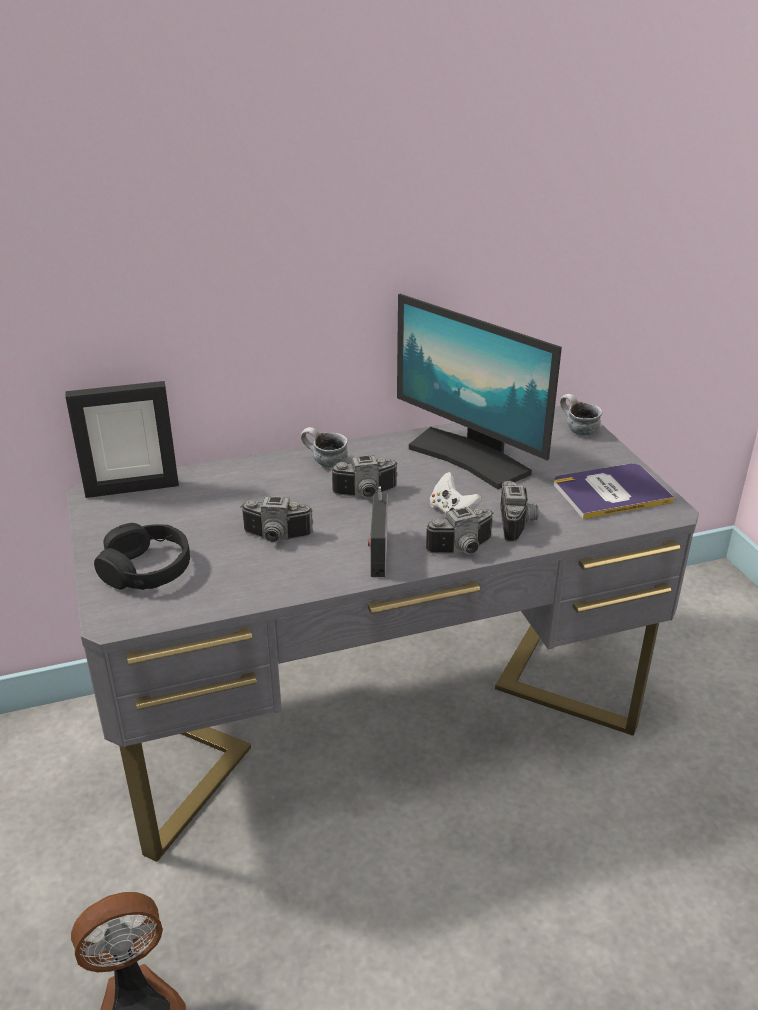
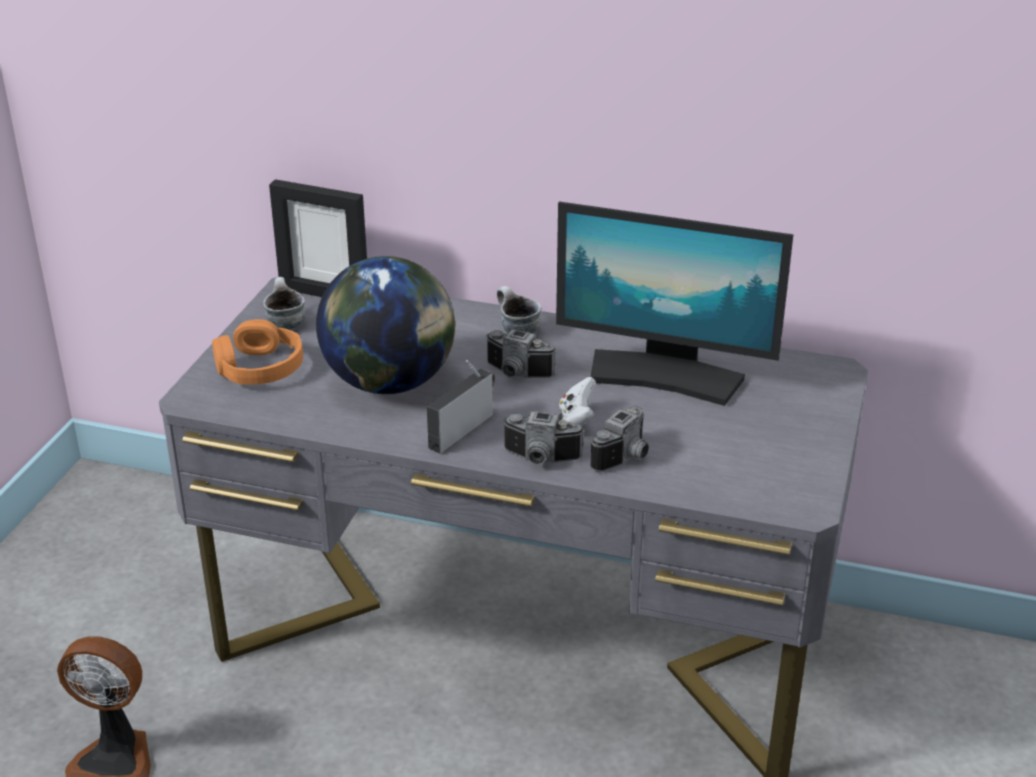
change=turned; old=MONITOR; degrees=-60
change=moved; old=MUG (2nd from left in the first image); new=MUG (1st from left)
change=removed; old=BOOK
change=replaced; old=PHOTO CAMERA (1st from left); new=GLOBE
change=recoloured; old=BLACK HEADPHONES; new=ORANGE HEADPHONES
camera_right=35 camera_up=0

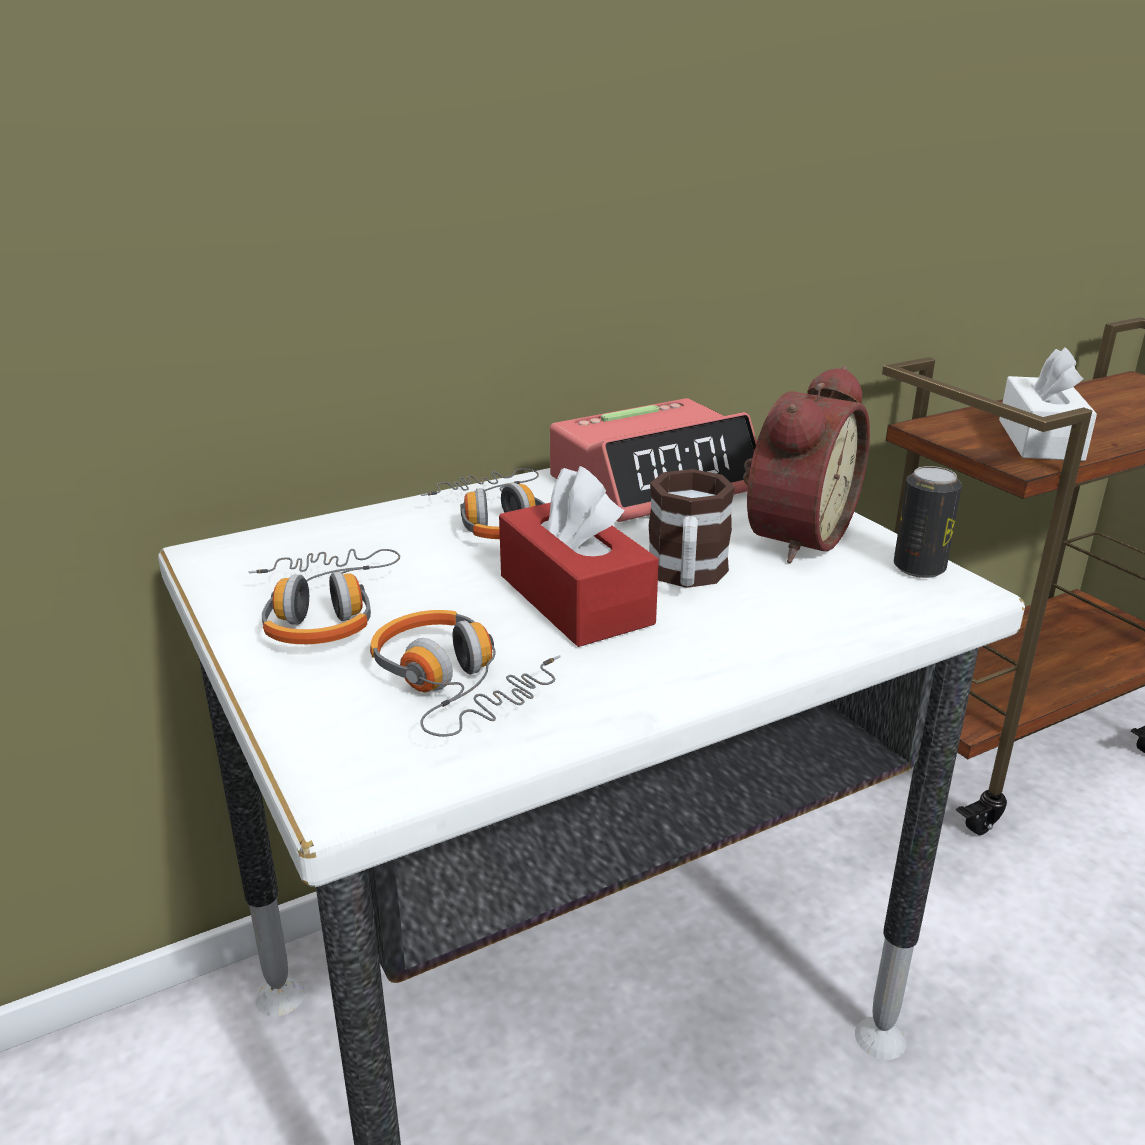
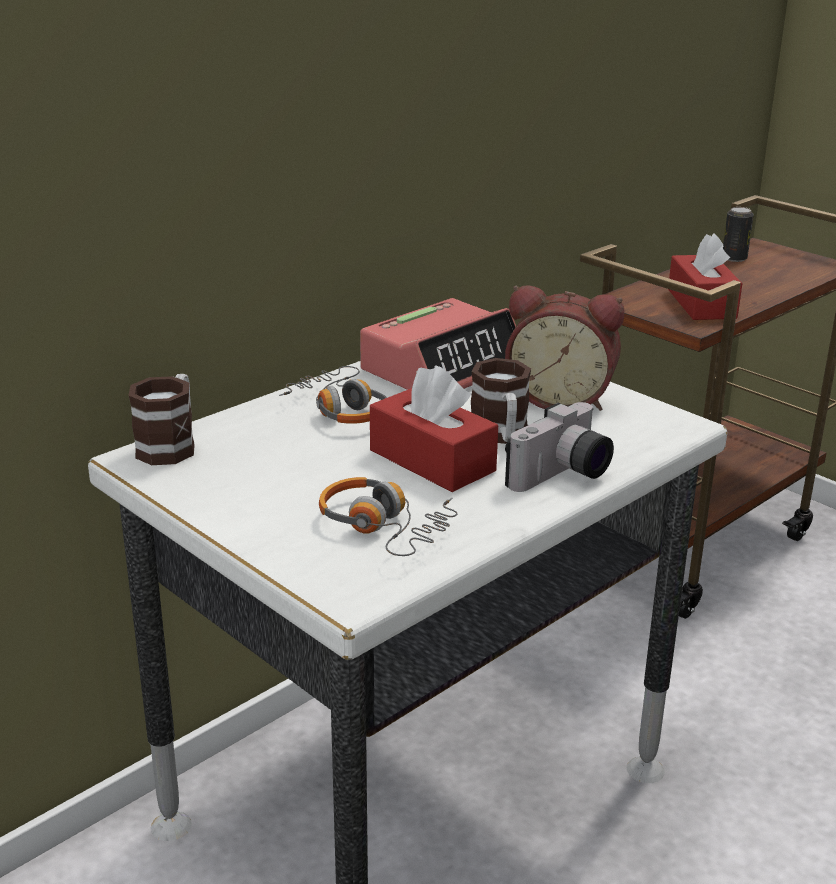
change=recoloured; old=WHITE TISSUE BOX; new=RED TISSUE BOX (2nd from left)
change=turned; old=ALARM CLOCK (2nd from left); degrees=90
change=moved; old=CAN
change=removed; old=HEADPHONES (1st from left)
change=added; new=MUG (1st from left)
change=added; new=PHOTO CAMERA
camera_right=-15 camera_up=0

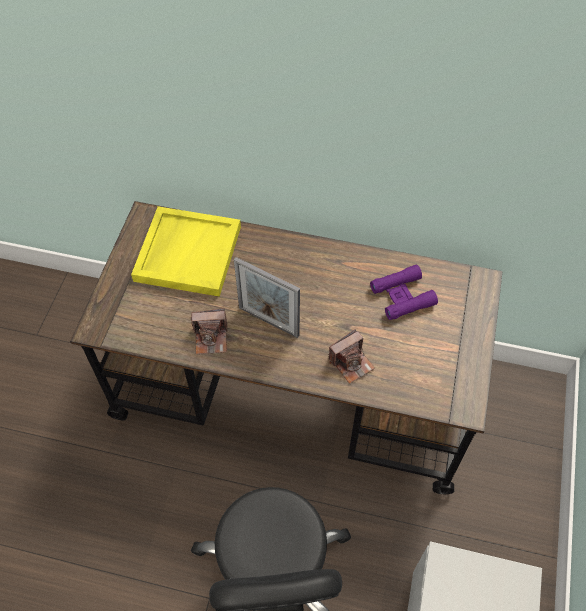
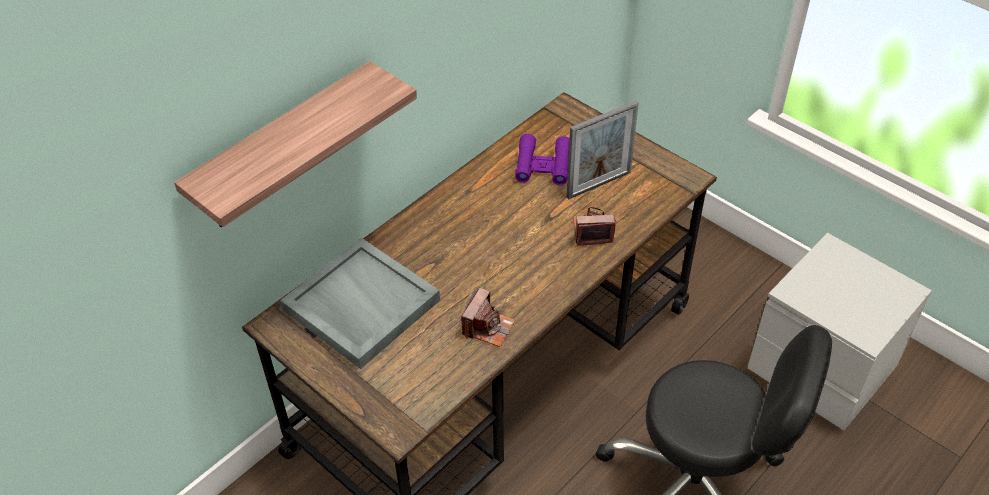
change=recoloured; old=YELLOW TRAY; new=GREY TRAY
change=moved; old=PICTURE FRAME
change=turned; old=PHOTO CAMERA (2nd from left); degrees=-90
change=added; new=SHELF
camera_right=-60 camera_up=-10

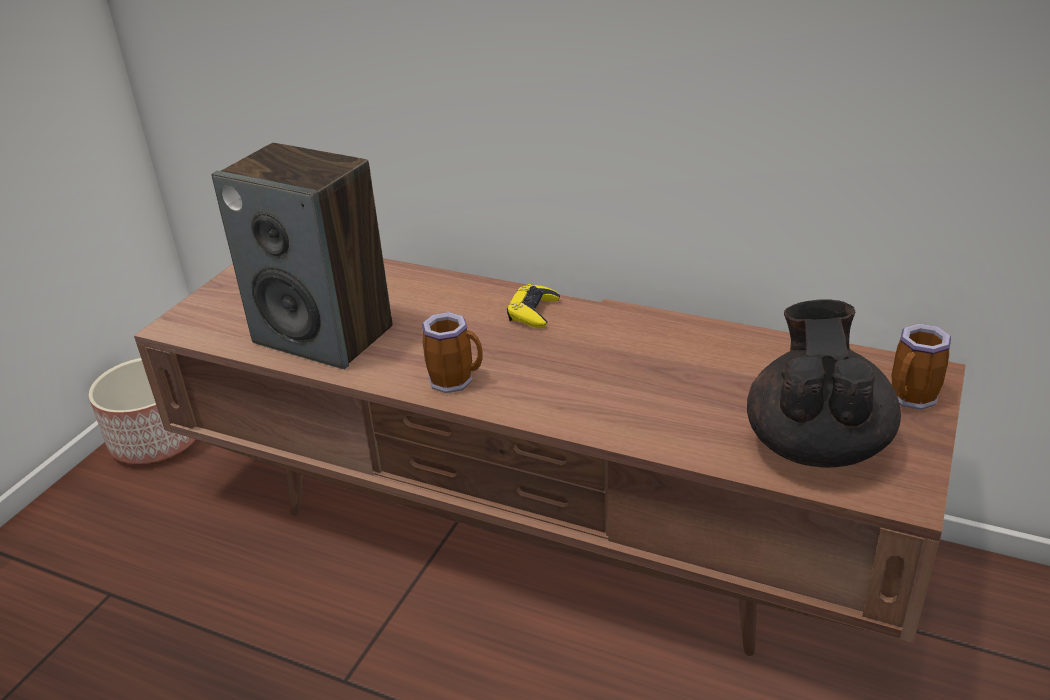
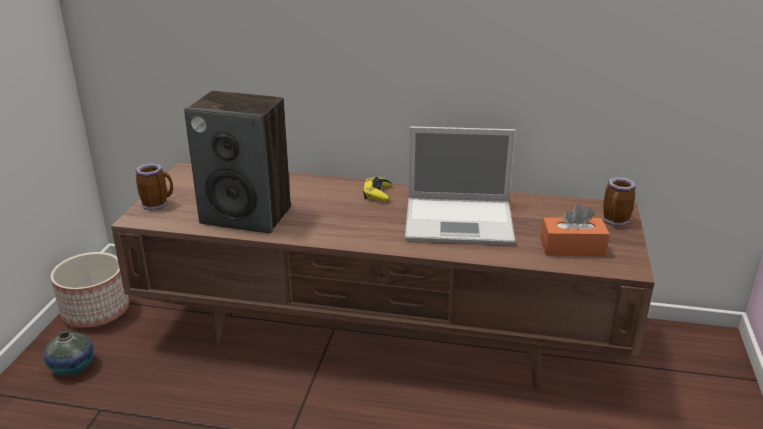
change=replaced; old=BLACK TEAPOT; new=ORANGE TISSUE BOX
change=moved; old=MUG (1st from left)
change=added; new=LAPTOP
change=added; new=VASE
camera_right=-15 camera_up=-5

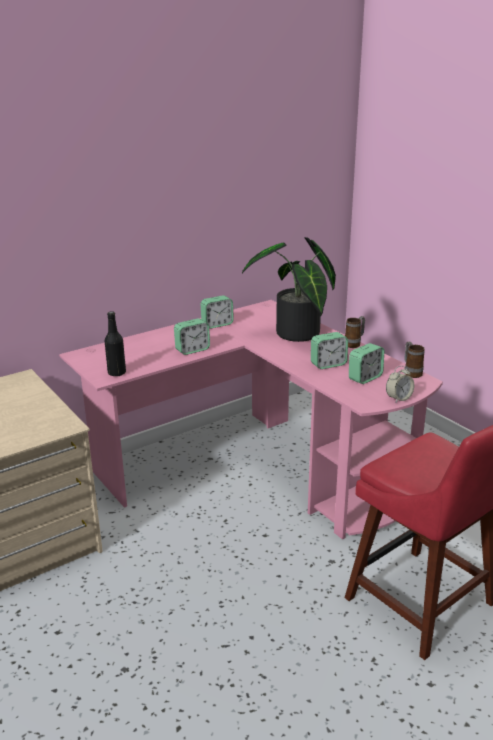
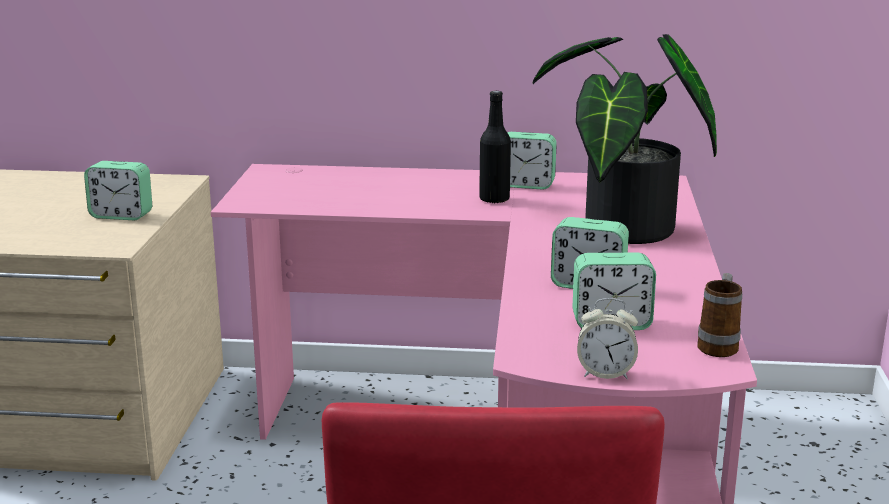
change=moved; old=BLACK BOTTLE
change=removed; old=MUG (1st from left)
change=moved; old=ALARM CLOCK (1st from left)
camera_right=40 camera_up=-5

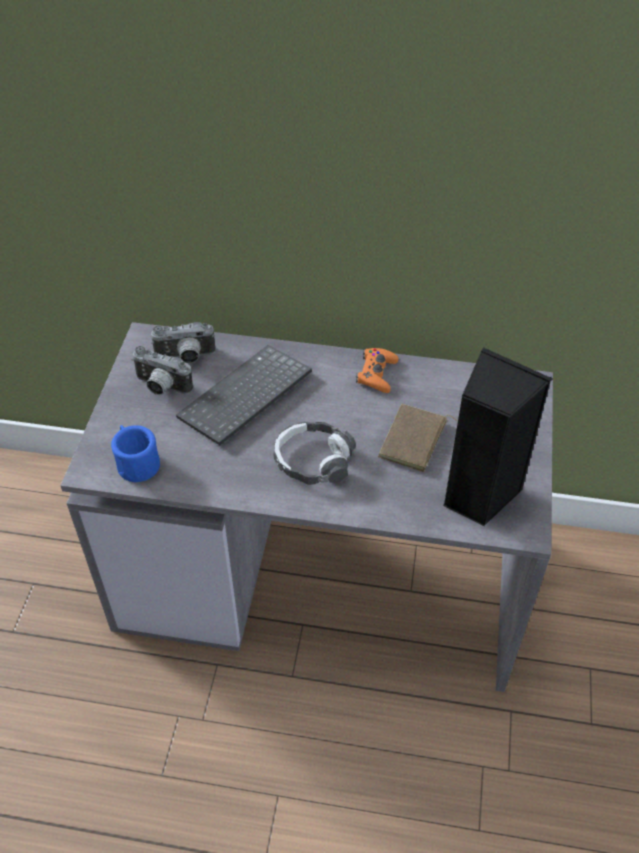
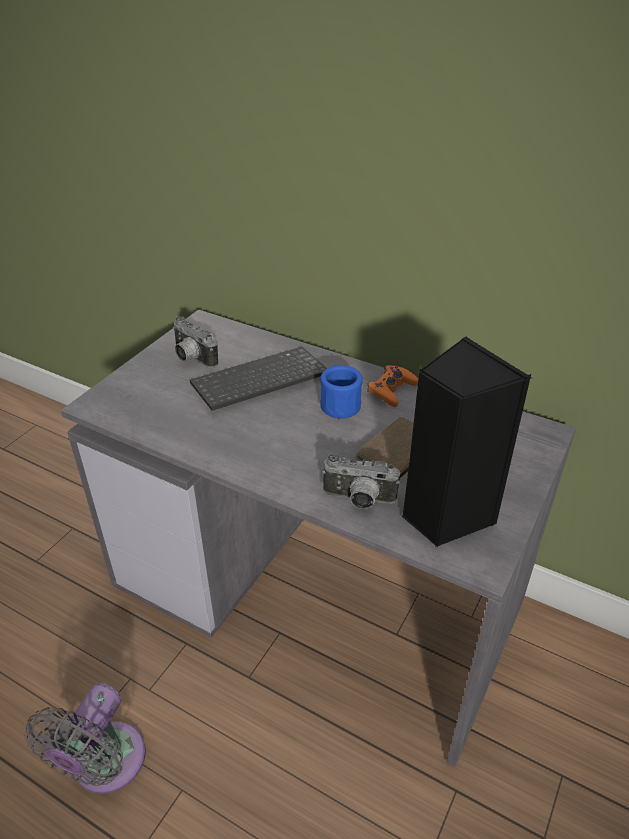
change=moved; old=PHOTO CAMERA (2nd from left)
change=removed; old=HEADPHONES
change=moved; old=BLUE MUG
change=added; new=GREY FAN
camera_right=20 camera_up=-10

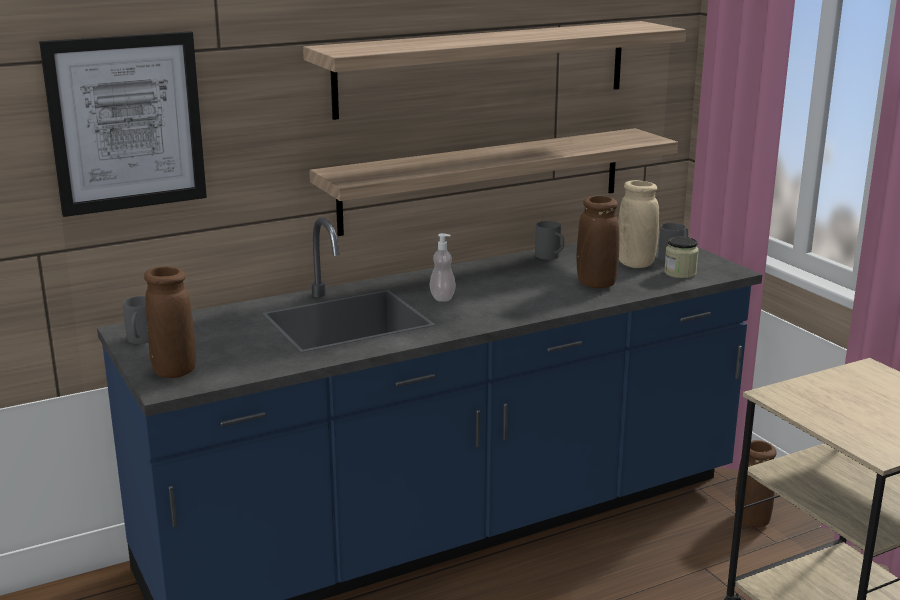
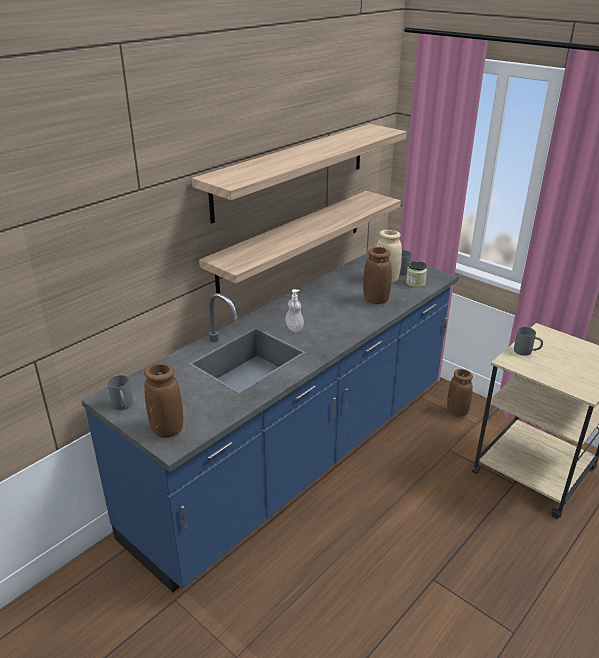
change=removed; old=PICTURE
change=moved; old=GREY MUG (2nd from left in the first image); new=GREY MUG (3rd from left)
camera_right=-20 camera_up=10

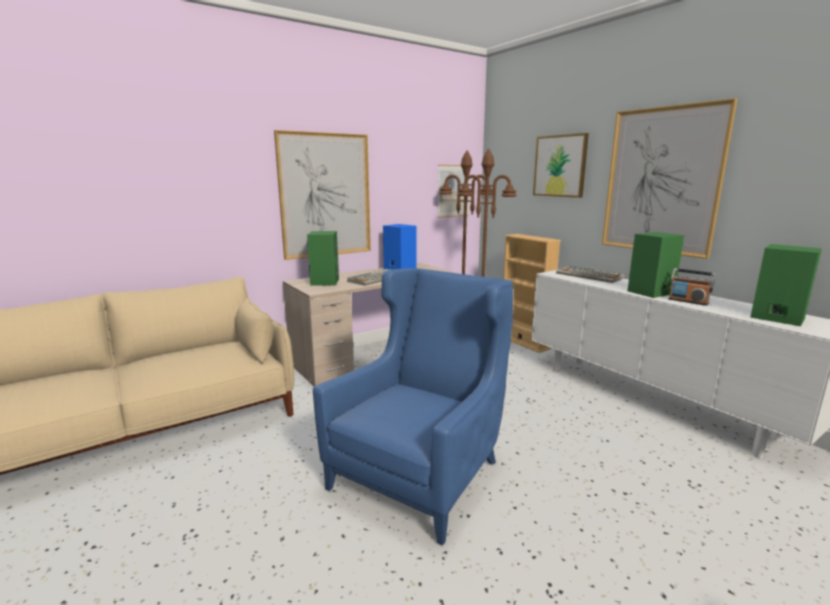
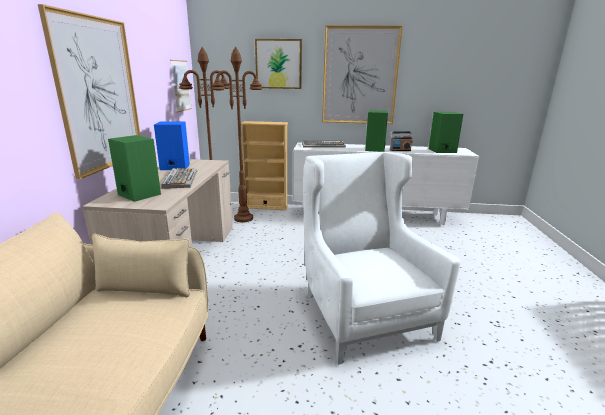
change=recoloured; old=BLUE ARMCHAIR; new=WHITE ARMCHAIR
camera_right=-50 camera_up=5

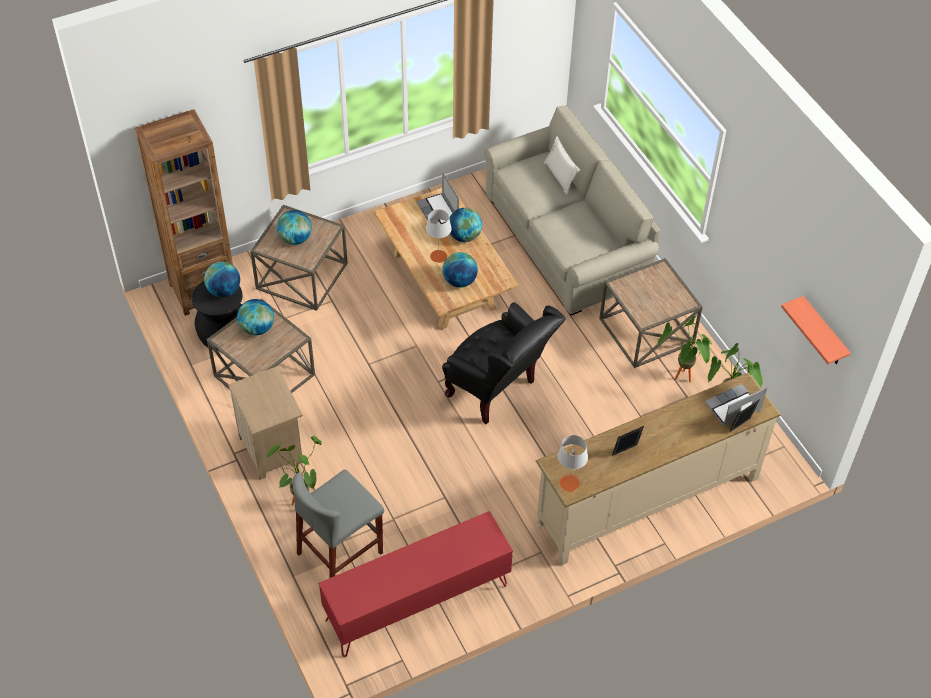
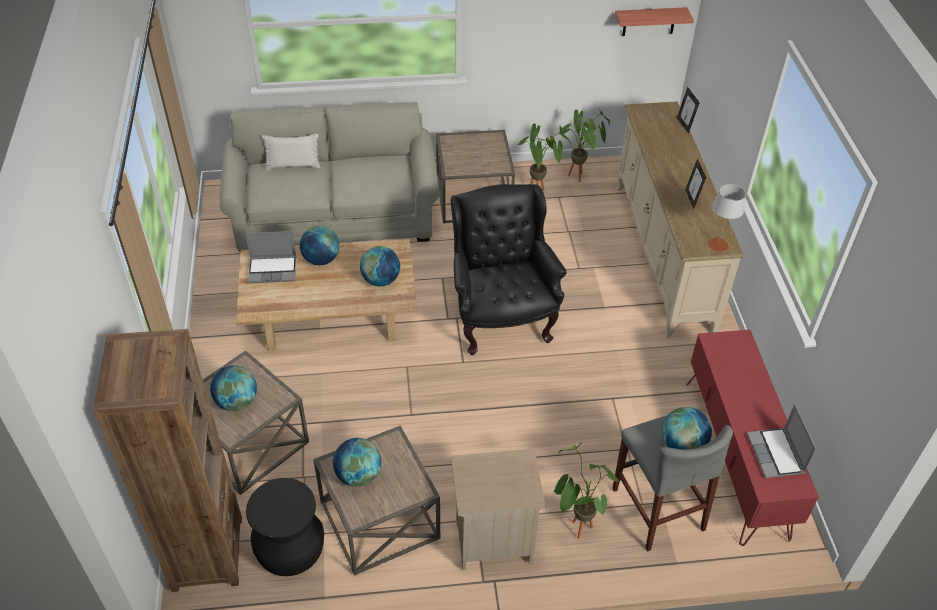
change=removed; old=GREY TABLE LAMP (1st from left)
change=moved; old=GLOBE (1st from left in the first image); new=GLOBE (5th from left)
change=turned; old=BLACK ARMCHAIR; degrees=-75
change=moved; old=LAPTOP (2nd from left)
camera_right=-70 camera_up=-5

